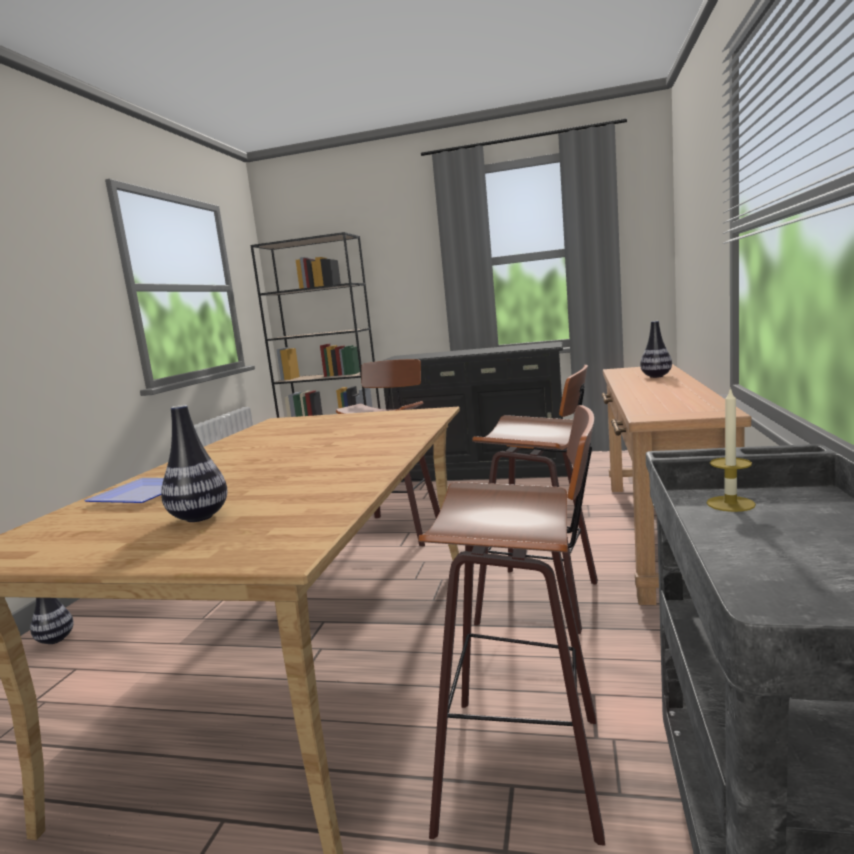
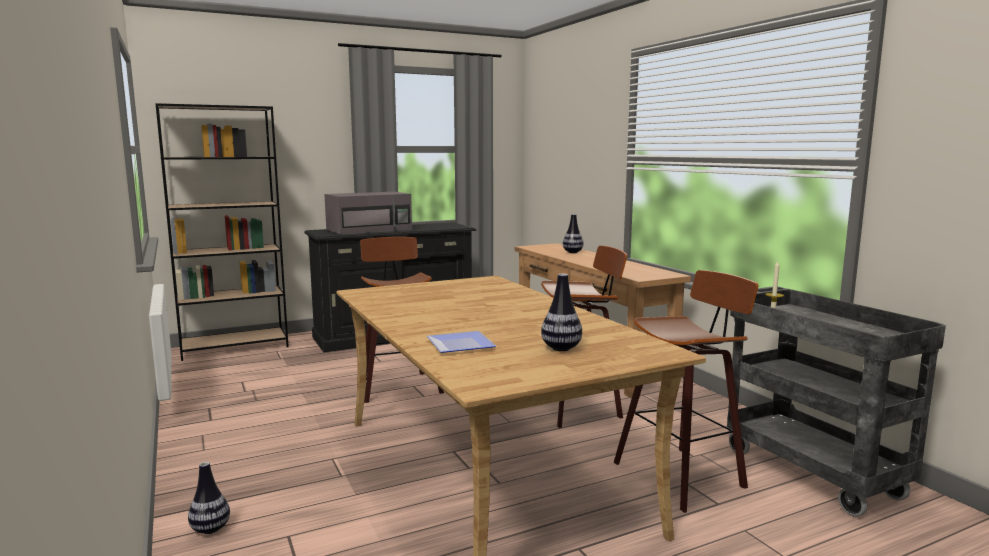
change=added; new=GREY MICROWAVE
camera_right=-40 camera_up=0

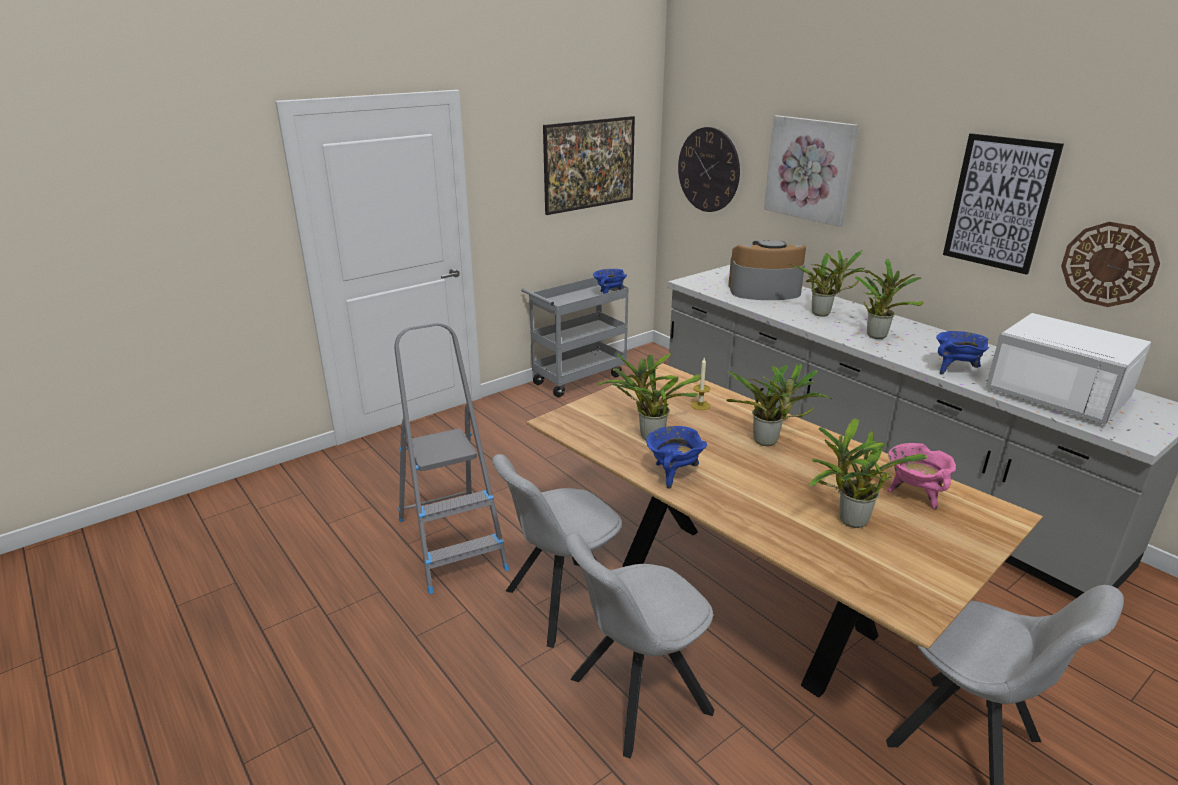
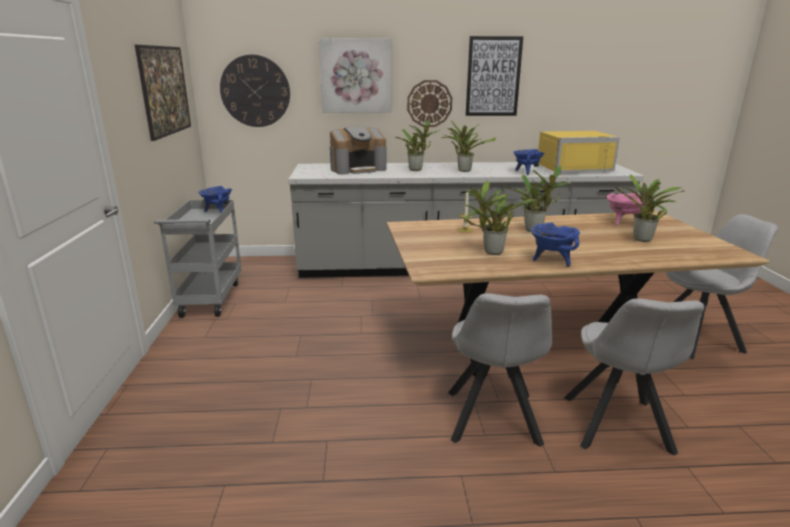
change=moved; old=WALL CLOCK (2nd from left)
change=turned; old=COFFEE MACHINE; degrees=-150
change=recoloured; old=WHITE MICROWAVE; new=YELLOW MICROWAVE
change=removed; old=GREY STEP LADDER
camera_right=-55 camera_up=-5

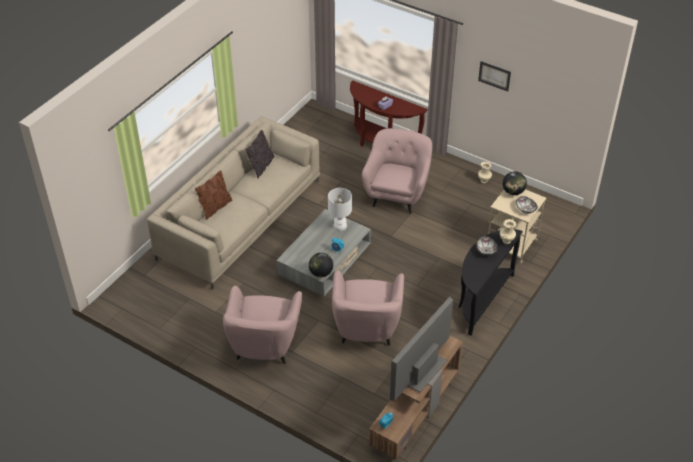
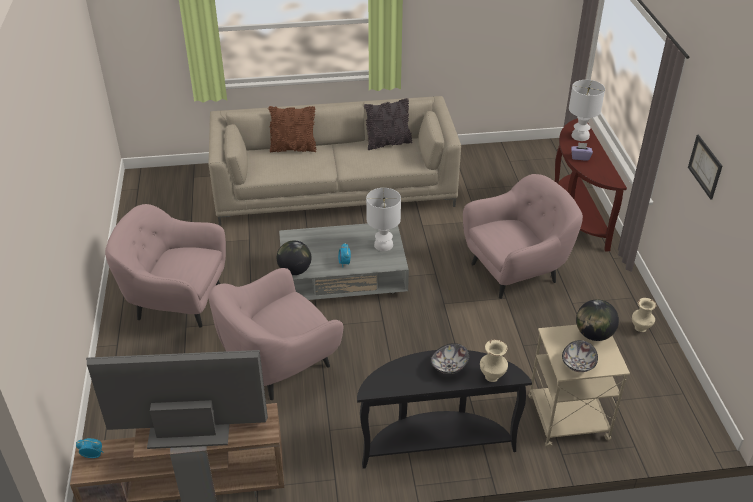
change=turned; old=PINK ARMCHAIR (1st from left); degrees=45
change=added; new=WHITE TABLE LAMP (2nd from left)
camera_right=50 camera_up=-5

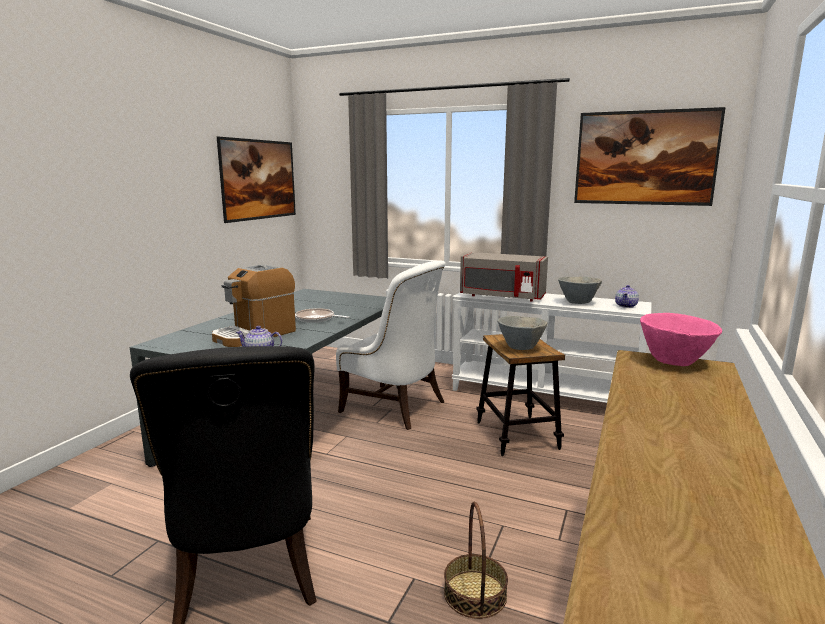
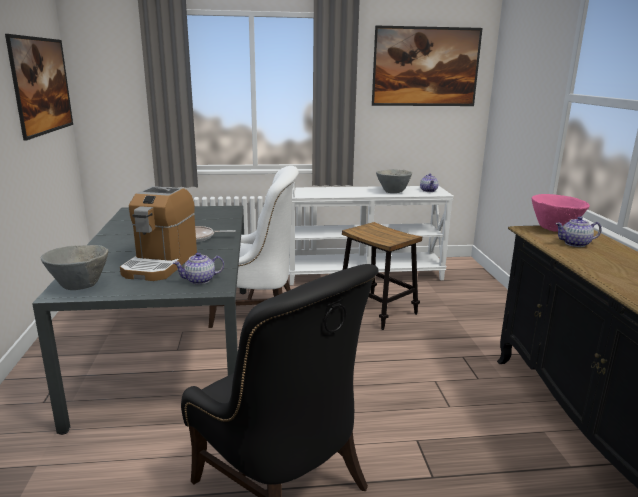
change=removed; old=GREY MICROWAVE
change=moved; old=GREY BOWL (1st from left)
change=removed; old=BASKET
change=added; new=TEAPOT (3rd from left)
camera_right=-30 camera_up=5

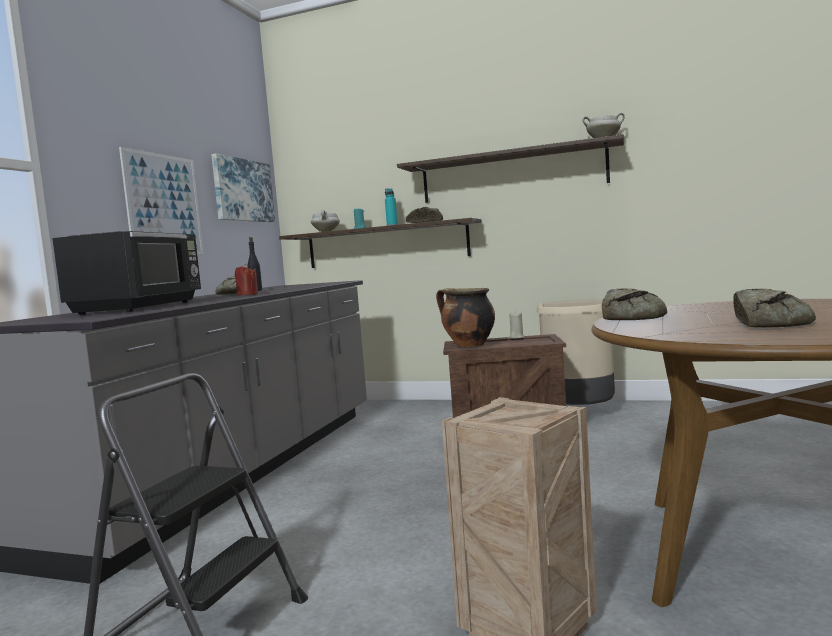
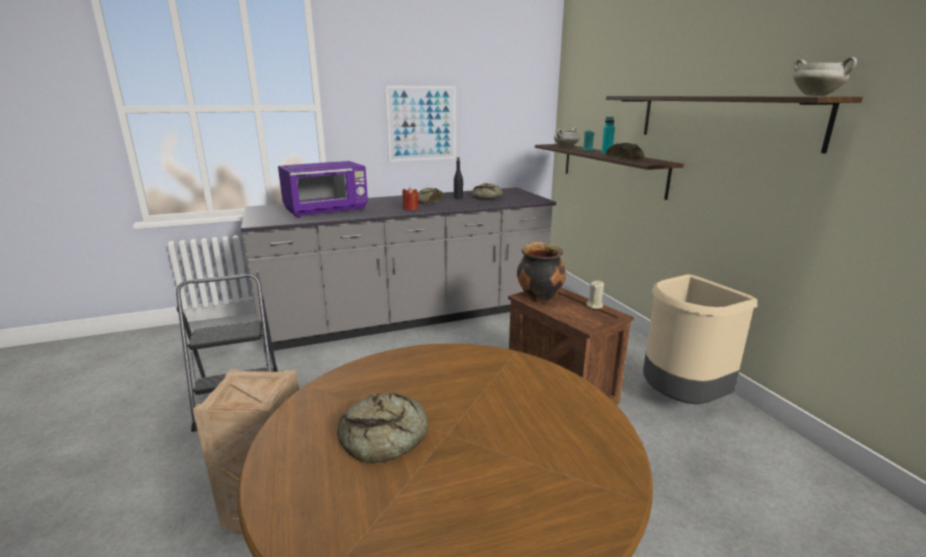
change=removed; old=PICTURE (2nd from left)
change=recoloured; old=BLACK MICROWAVE; new=PURPLE MICROWAVE
change=moved; old=BREAD (3rd from left)
camera_right=50 camera_up=15

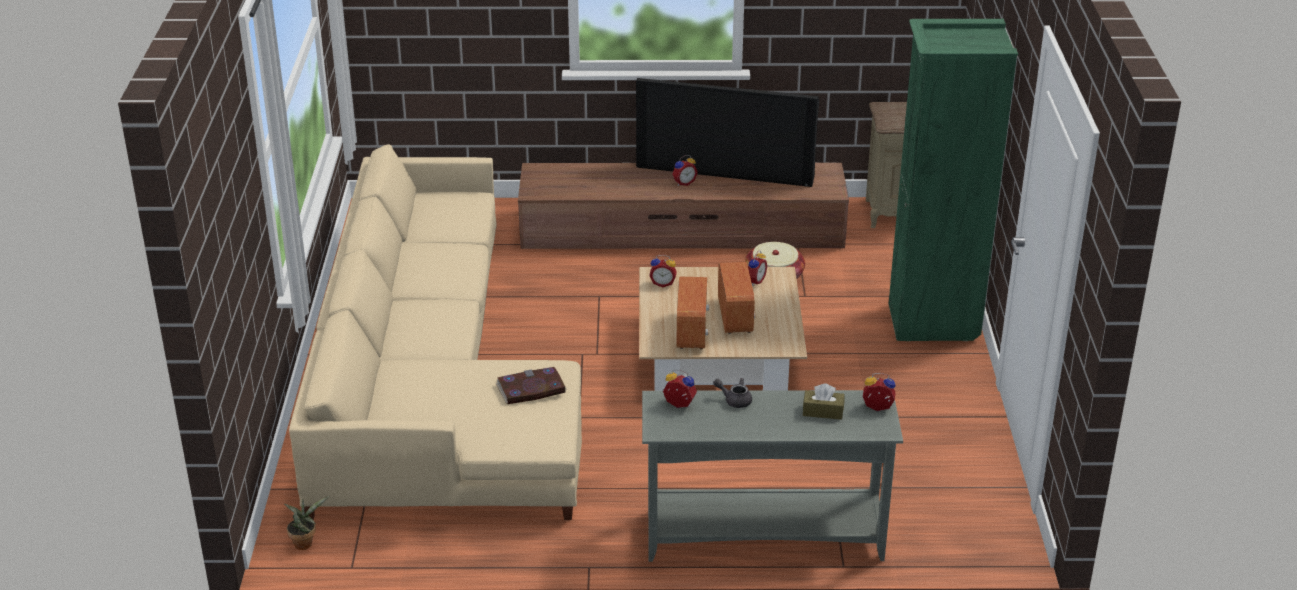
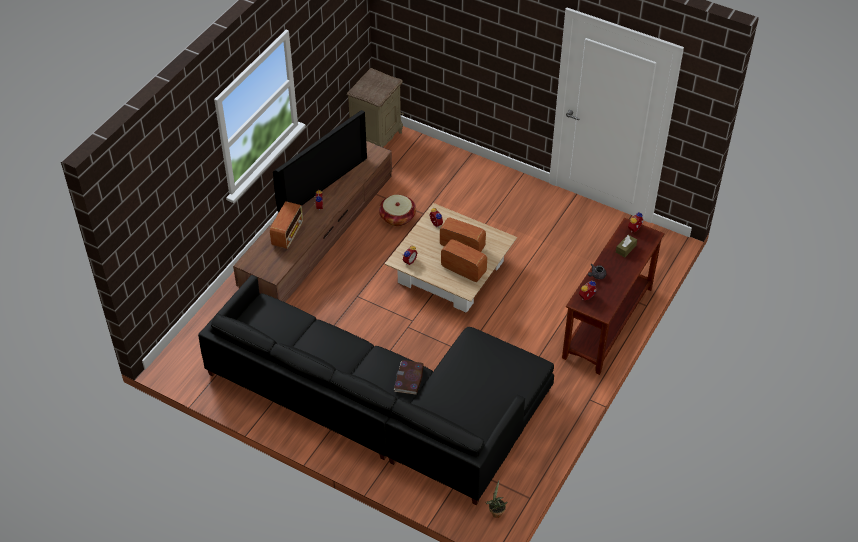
change=removed; old=GREEN CABINET
change=recoloured; old=BEIGE SOFA; new=BLACK SOFA
change=moved; old=BOOK
change=recoloured; old=GREY CONSOLE TABLE; new=BROWN CONSOLE TABLE
change=added; new=RADIO (1st from left)
camera_right=-60 camera_up=15

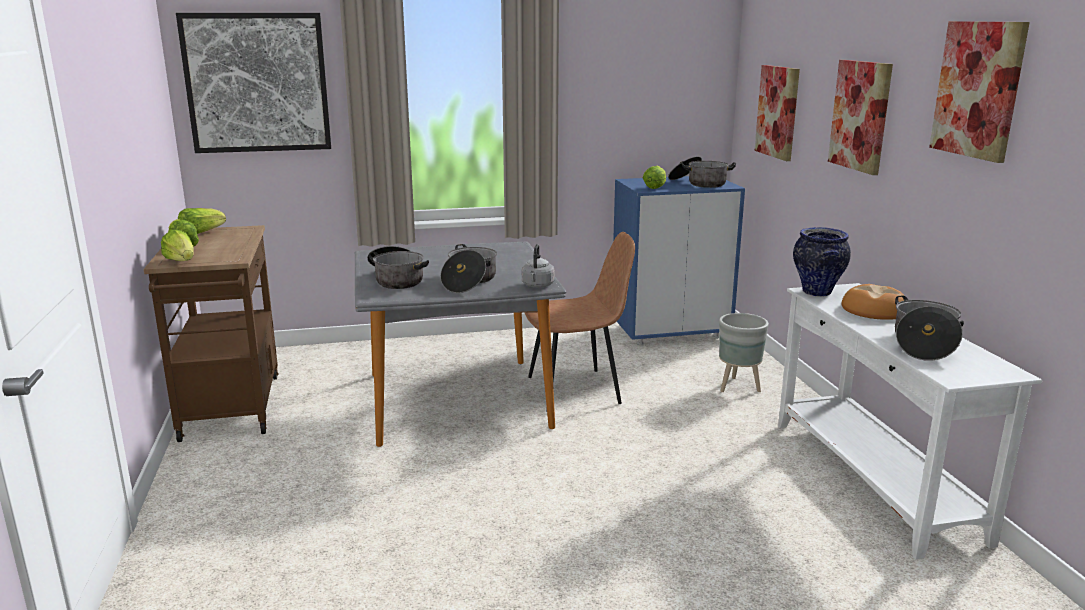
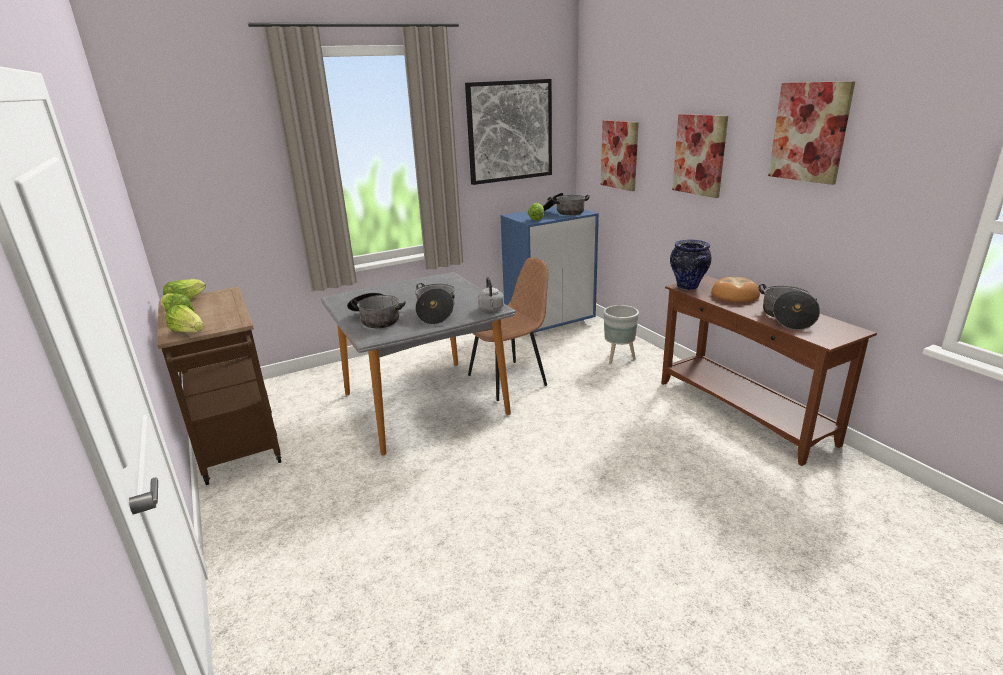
change=moved; old=PICTURE (1st from left)
change=recoloured; old=WHITE CONSOLE TABLE; new=BROWN CONSOLE TABLE
camera_right=-15 camera_up=5

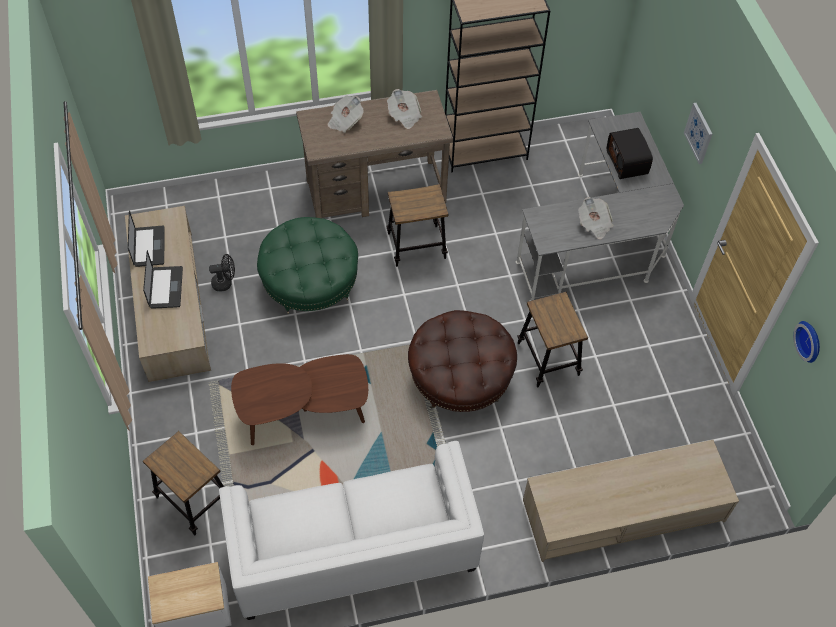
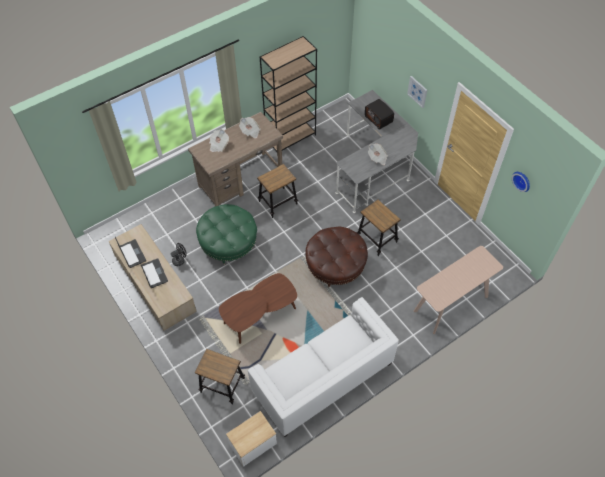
change=replaced; old=BEIGE TV STAND (2nd from left); new=BEIGE CONSOLE TABLE
camera_right=-20 camera_up=0

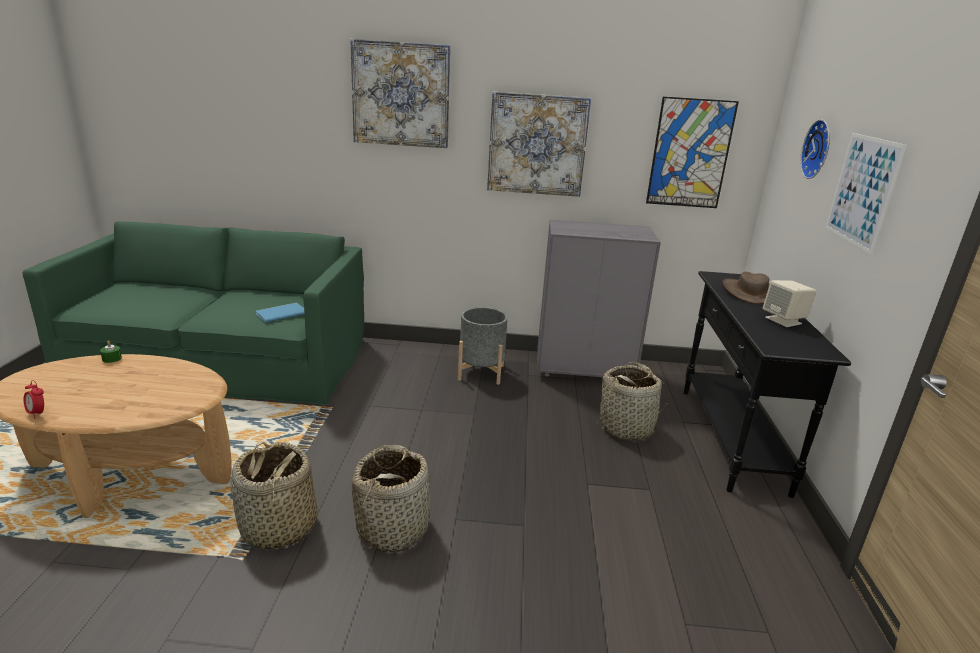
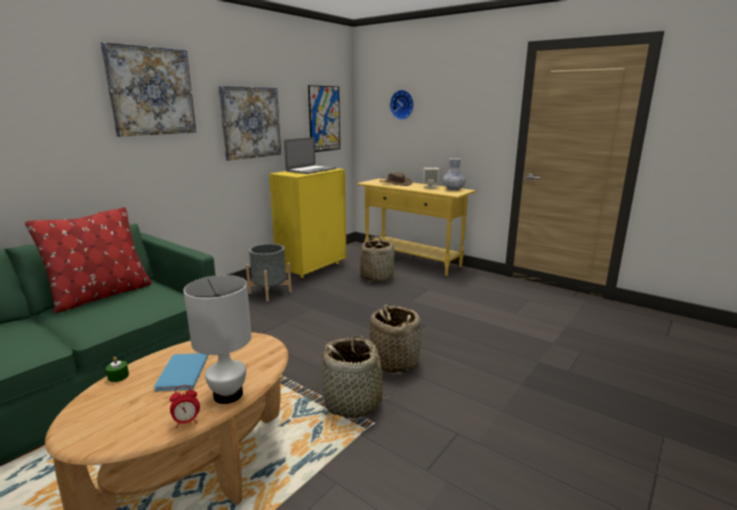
change=removed; old=PICTURE (4th from left)
change=recoloured; old=GREY CABINET; new=YELLOW CABINET
change=recoloured; old=BLACK CONSOLE TABLE; new=YELLOW CONSOLE TABLE
change=moved; old=BLUE BOOK
change=added; new=LAPTOP
change=added; new=VASE
change=added; new=RED PILLOW
change=added; new=WHITE TABLE LAMP
camera_right=-55 camera_up=-5

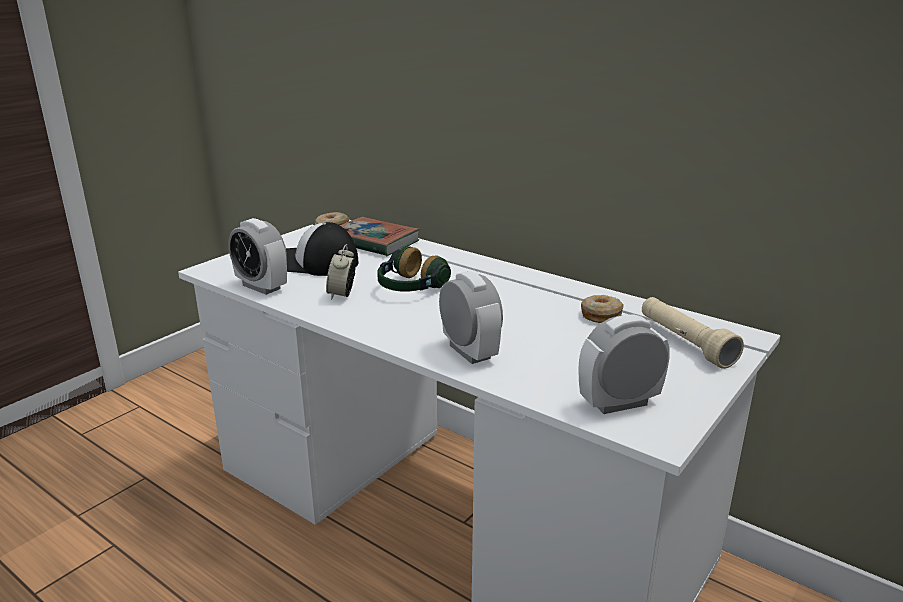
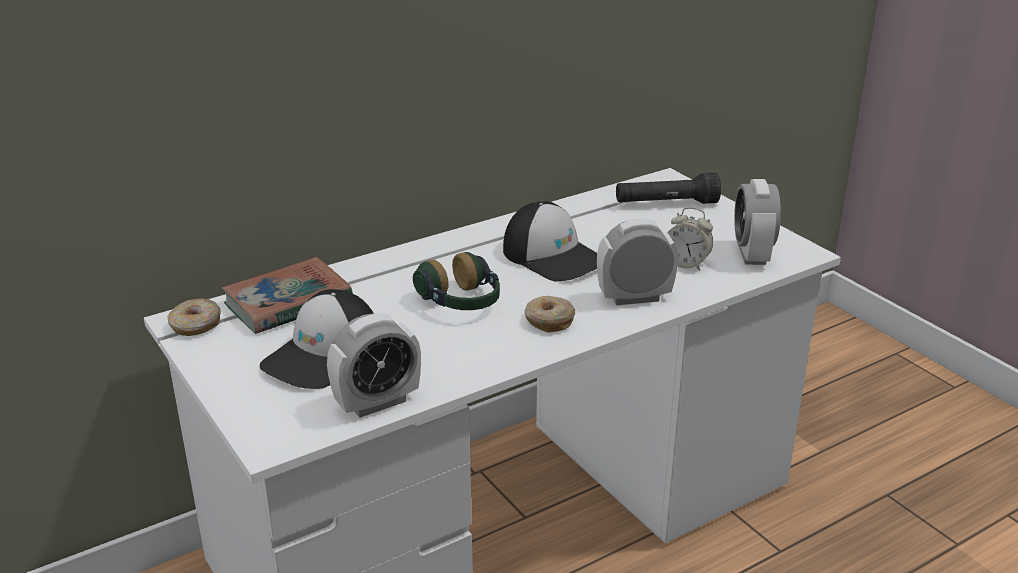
change=moved; old=ALARM CLOCK (2nd from left in the first image); new=ALARM CLOCK (3rd from left)
change=moved; old=DONUT (2nd from left)
change=recoloured; old=BEIGE FLASHLIGHT; new=BLACK FLASHLIGHT
change=added; new=CAP (2nd from left)
camera_right=-70 camera_up=5

